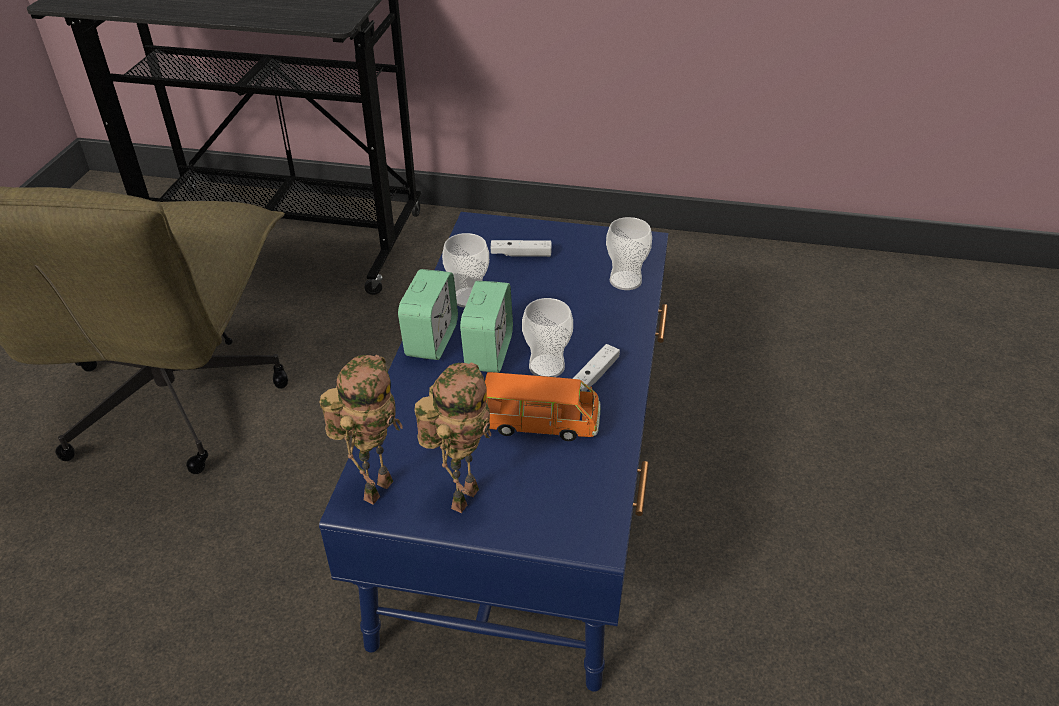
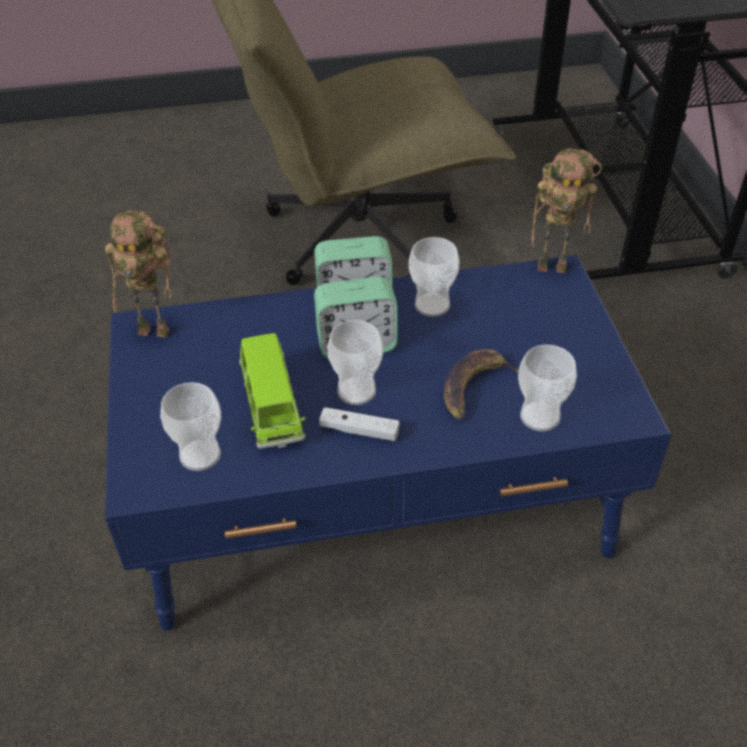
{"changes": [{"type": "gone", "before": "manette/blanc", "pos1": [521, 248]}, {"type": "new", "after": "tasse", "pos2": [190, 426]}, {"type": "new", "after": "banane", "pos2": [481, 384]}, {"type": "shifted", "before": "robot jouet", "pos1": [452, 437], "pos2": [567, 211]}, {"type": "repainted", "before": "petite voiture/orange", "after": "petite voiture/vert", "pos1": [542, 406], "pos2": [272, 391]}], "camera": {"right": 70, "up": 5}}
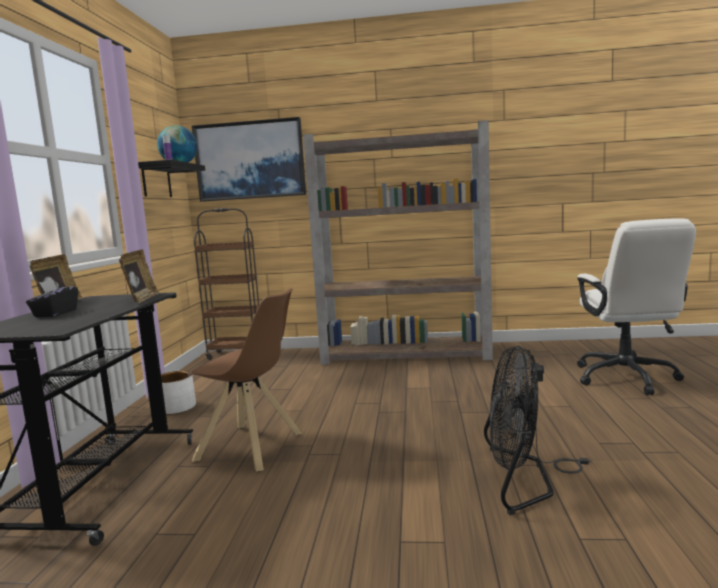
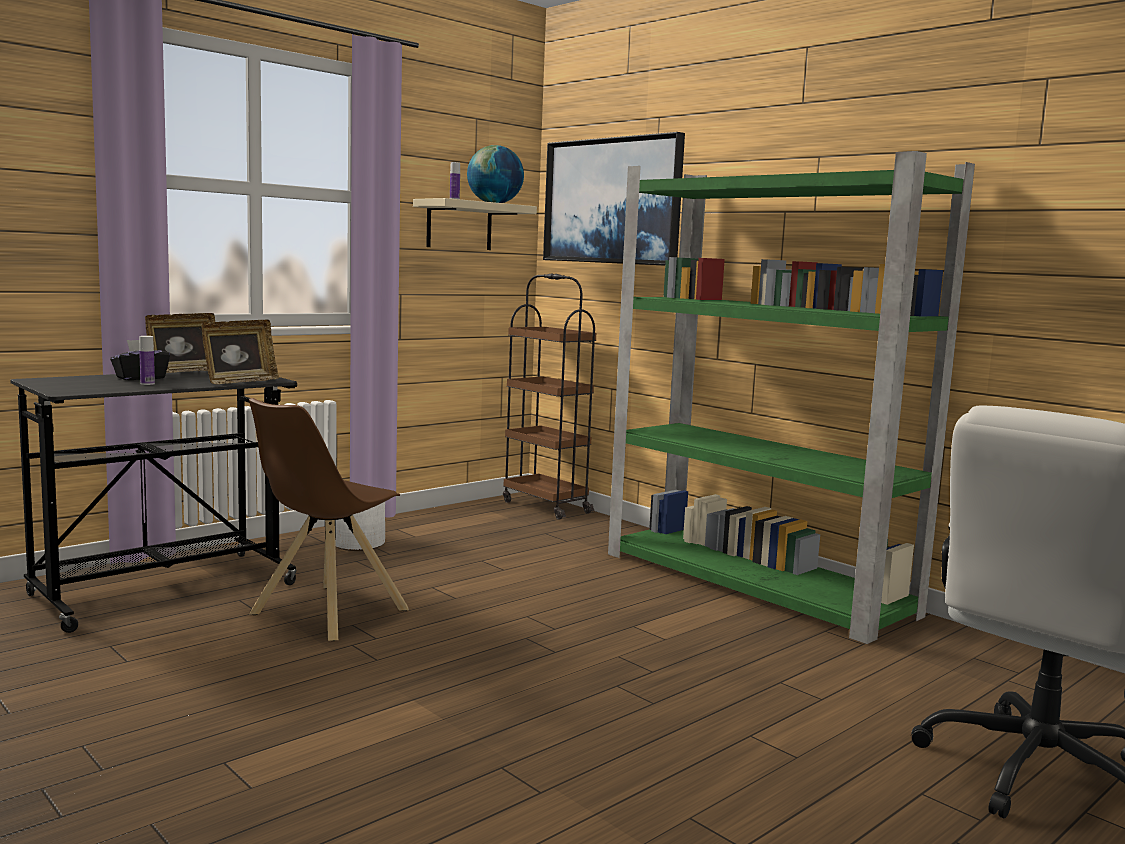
{"changes": [{"type": "gone", "before": "ventilateur/noir", "pos1": [537, 430]}, {"type": "new", "after": "bouteille", "pos2": [147, 360]}, {"type": "repainted", "before": "étagère/noir", "after": "étagère/beige", "pos1": [171, 178], "pos2": [475, 224]}, {"type": "repainted", "before": "bibliothèque/marron", "after": "bibliothèque/vert", "pos1": [398, 242], "pos2": [791, 397]}, {"type": "rotated", "before": "chaise/marron", "pos1": [245, 380], "pos2": [329, 519], "turn": 60}], "camera": {"right": 40, "up": 0}}
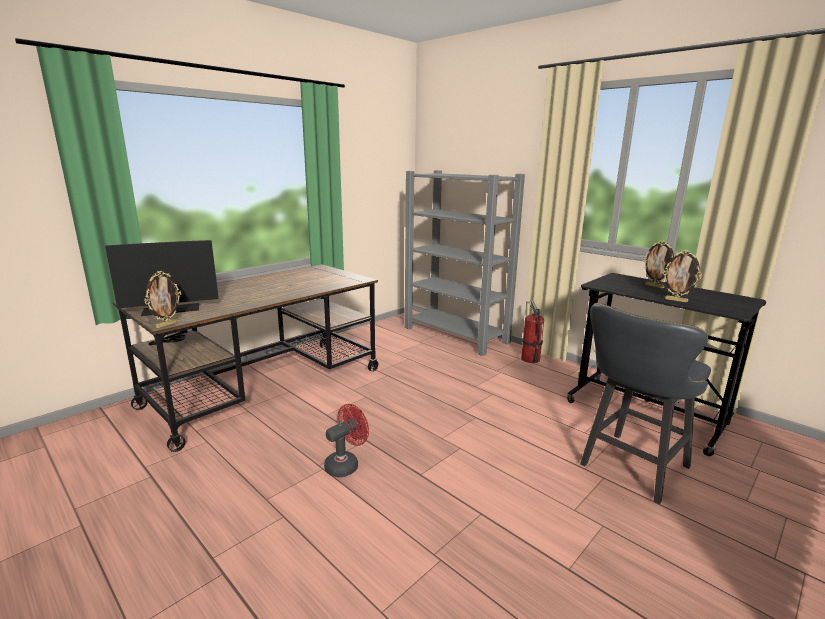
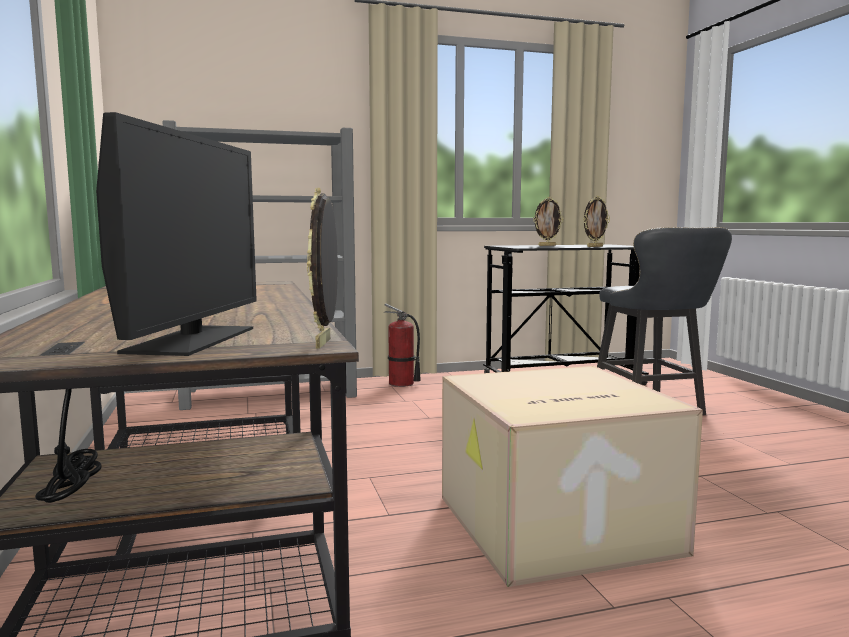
{"changes": [{"type": "swapped", "before": "ventilateur/rouge", "after": "carton", "pos1": [346, 440], "pos2": [572, 476]}, {"type": "rotated", "before": "cadre photo", "pos1": [162, 299], "pos2": [322, 268], "turn": -150}], "camera": {"right": -60, "up": -10}}
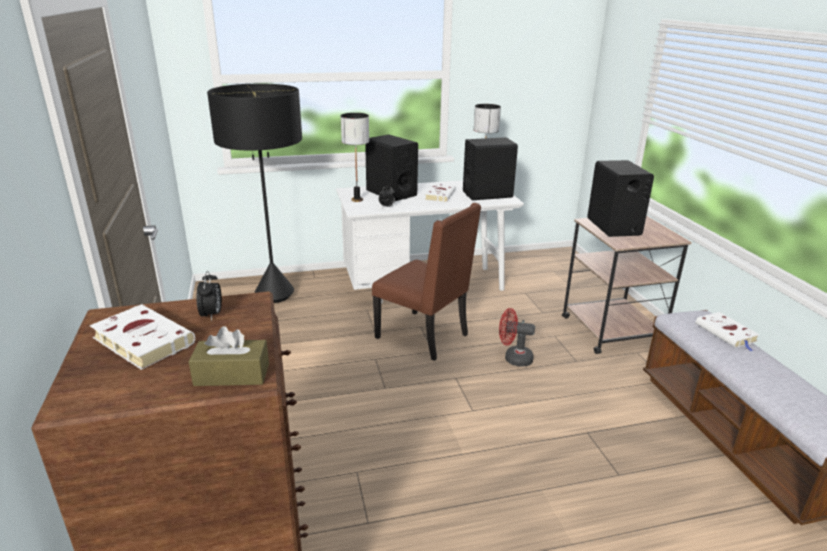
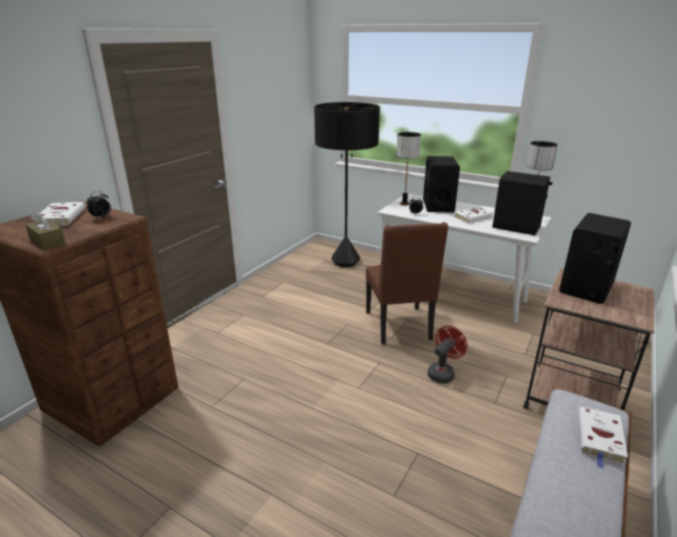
{"changes": [{"type": "rotated", "before": "ventilateur/rouge", "pos1": [517, 337], "pos2": [448, 355], "turn": 75}], "camera": {"right": 45, "up": 0}}
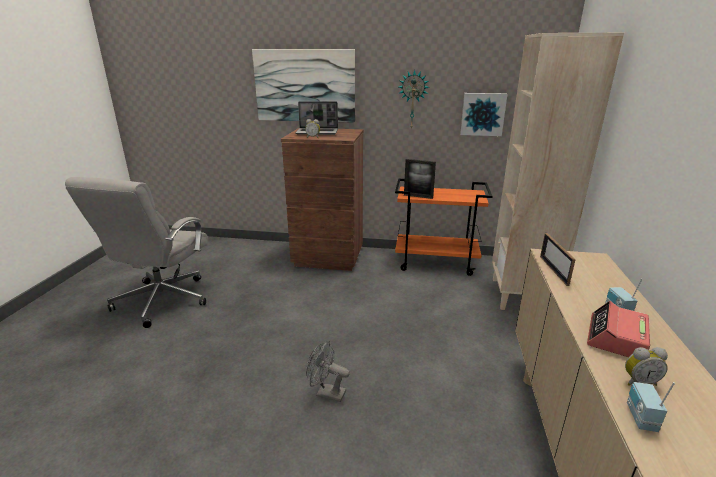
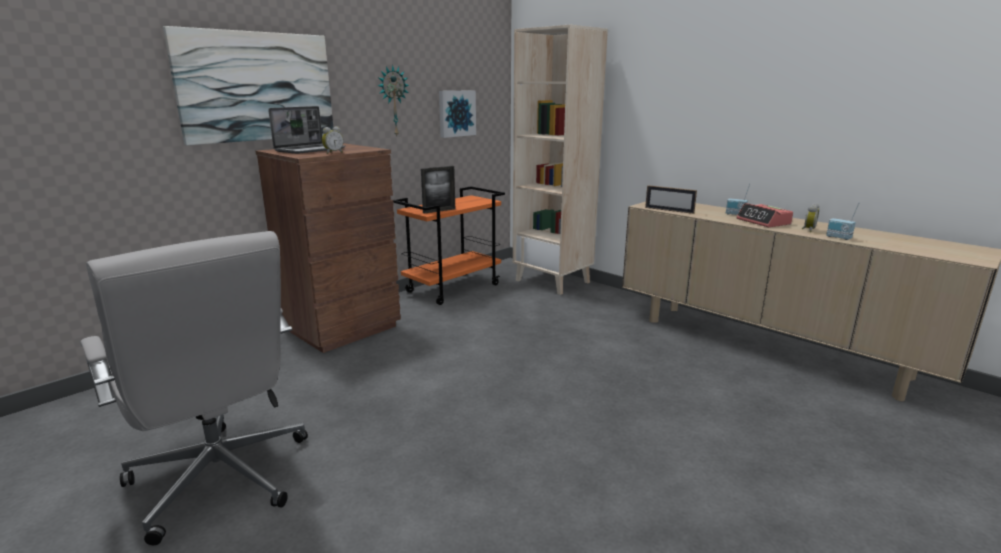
{"changes": [{"type": "gone", "before": "ventilateur/gris", "pos1": [328, 371]}], "camera": {"right": -55, "up": -5}}
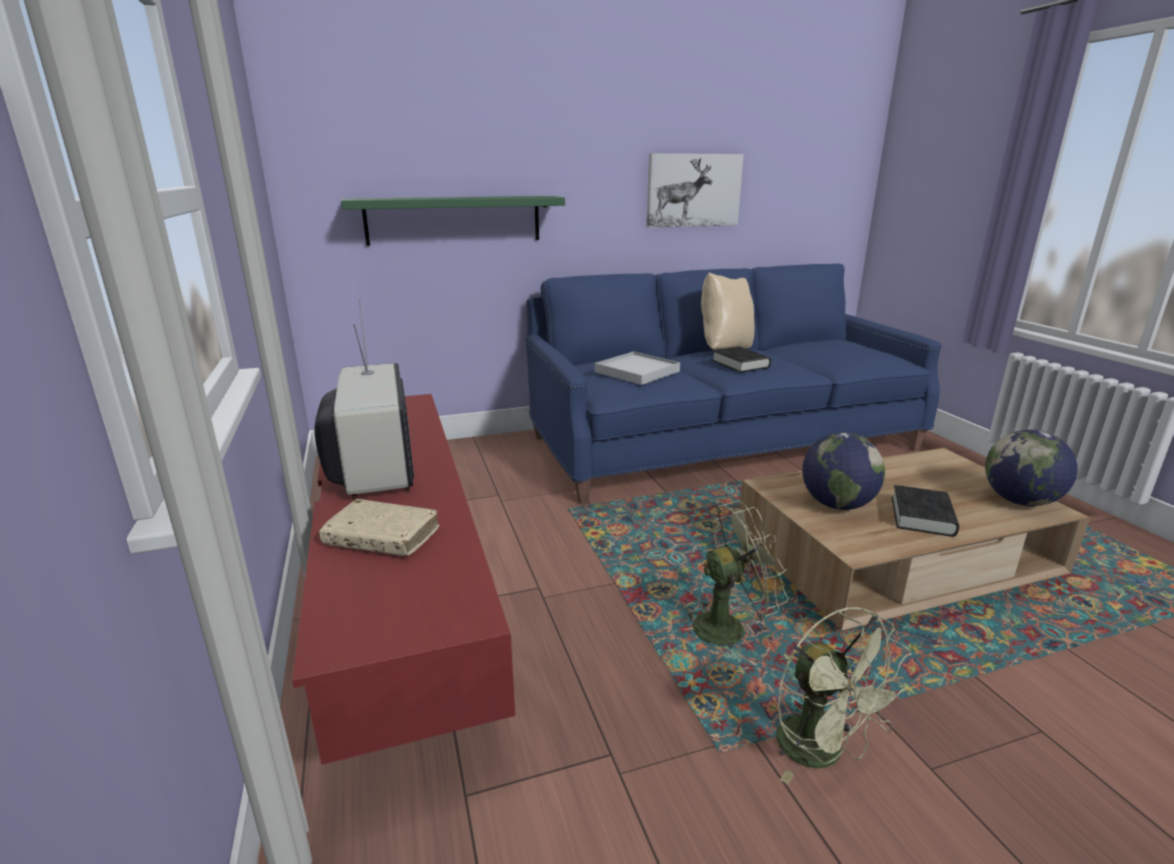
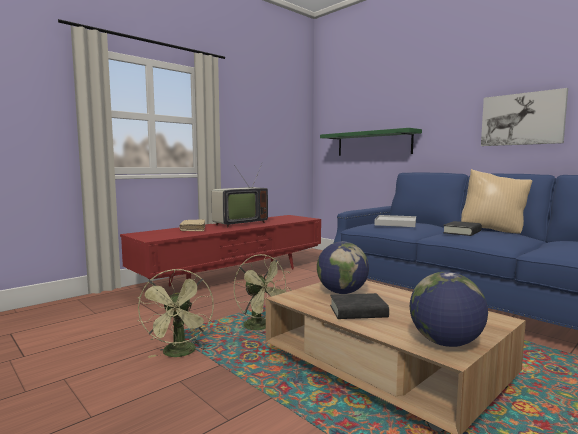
{"changes": [{"type": "rotated", "before": "ventilateur/vert", "pos1": [844, 695], "pos2": [175, 313], "turn": -45}], "camera": {"right": 65, "up": -15}}
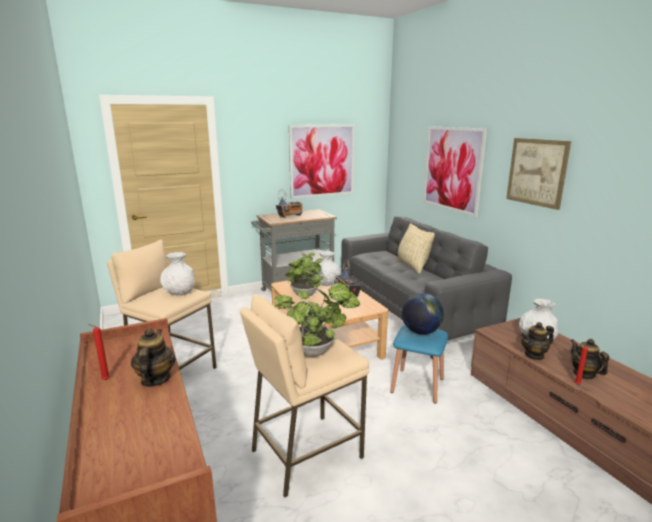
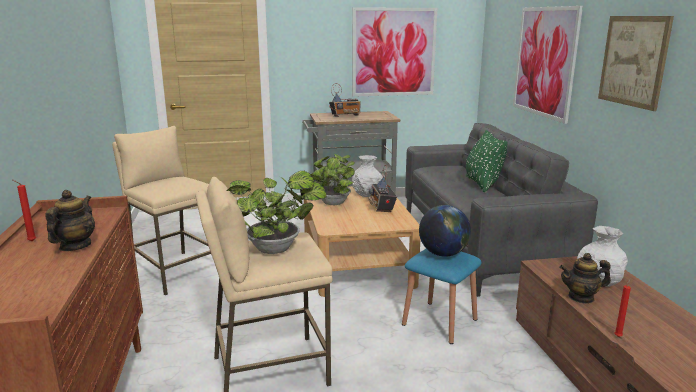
{"changes": [{"type": "gone", "before": "vase/blanc", "pos1": [177, 274]}, {"type": "gone", "before": "théière", "pos1": [589, 359]}, {"type": "repainted", "before": "coussin/beige", "after": "coussin/vert", "pos1": [415, 248], "pos2": [487, 161]}], "camera": {"right": 15, "up": 0}}
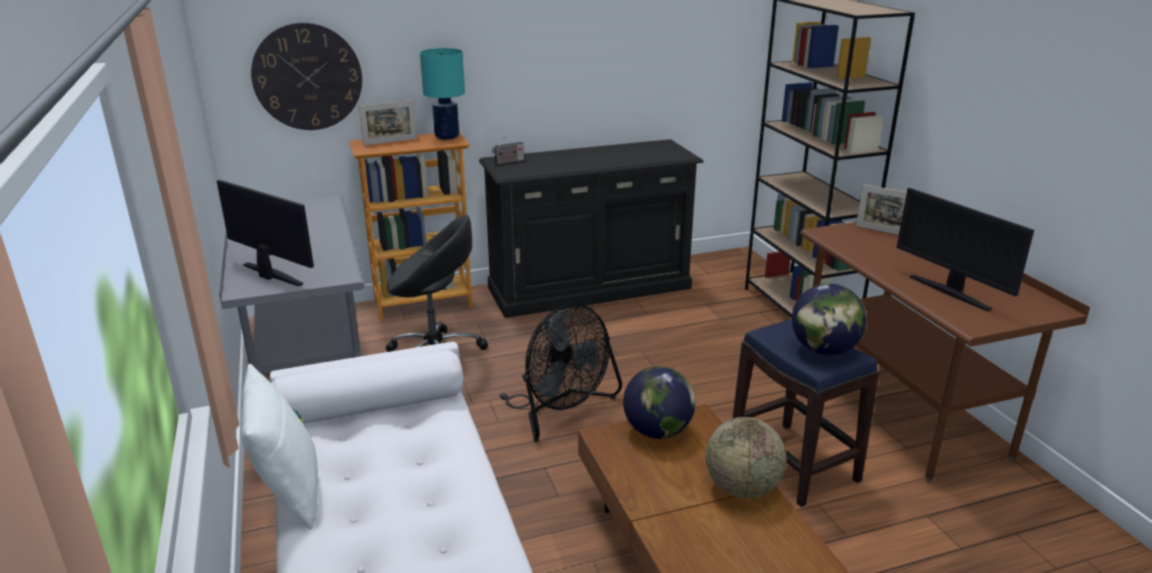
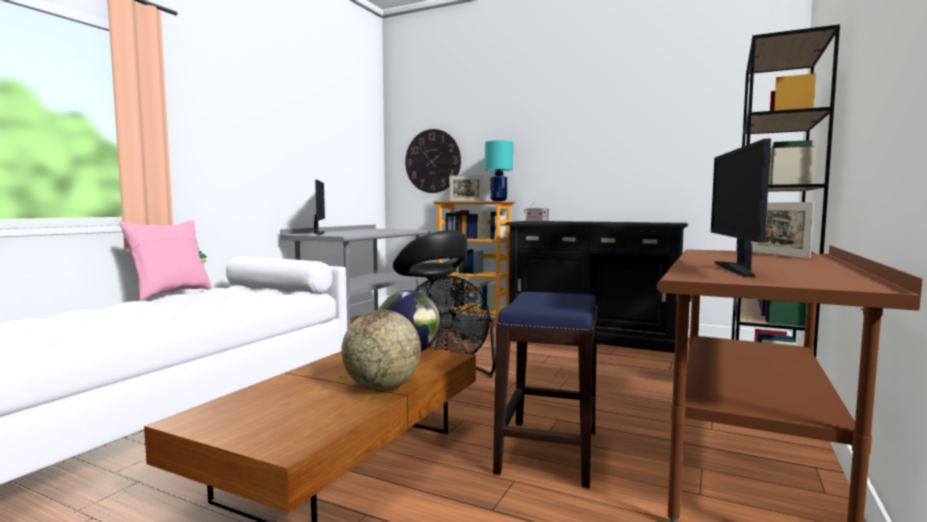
{"changes": [{"type": "gone", "before": "globe", "pos1": [829, 319]}, {"type": "repainted", "before": "coussin/blanc", "after": "coussin/rose", "pos1": [279, 446], "pos2": [165, 260]}], "camera": {"right": 45, "up": -20}}
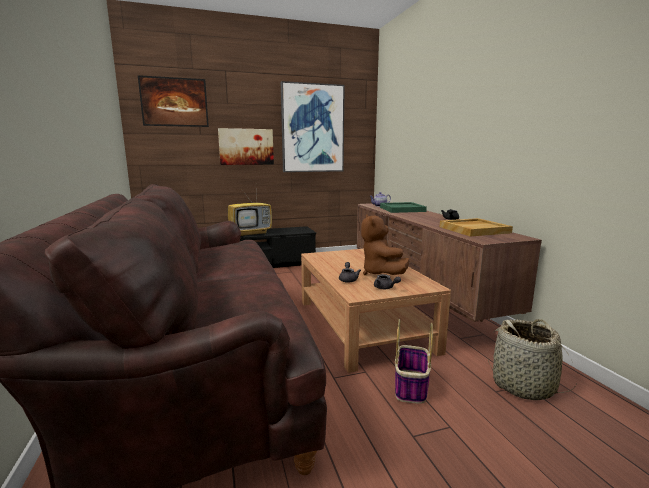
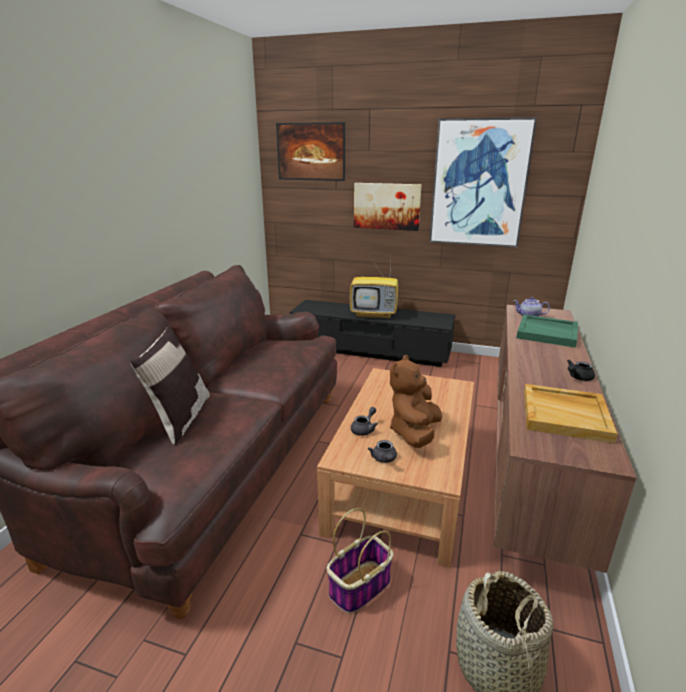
{"changes": [{"type": "new", "after": "coussin", "pos2": [170, 385]}], "camera": {"right": 35, "up": 10}}
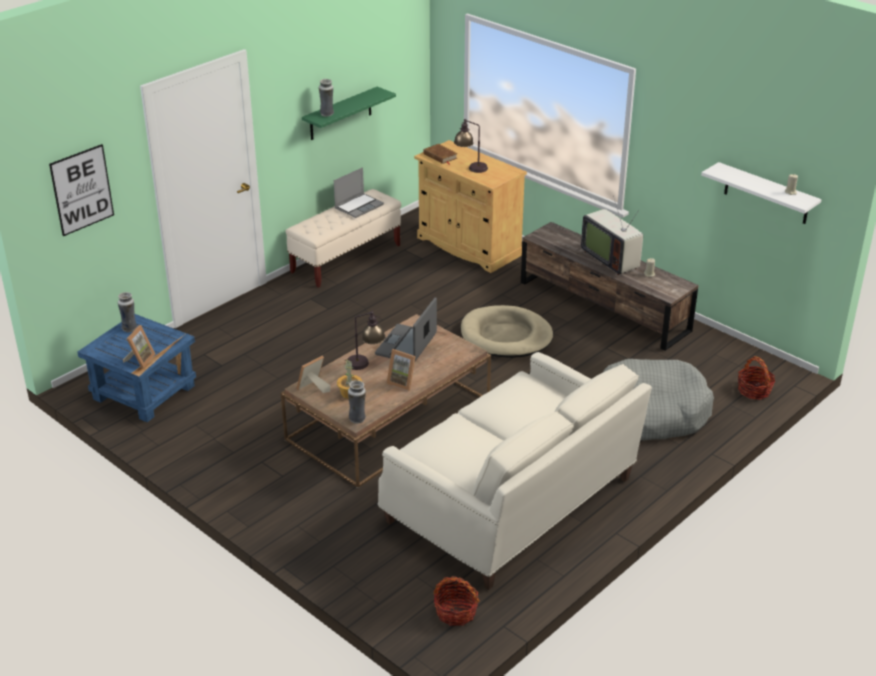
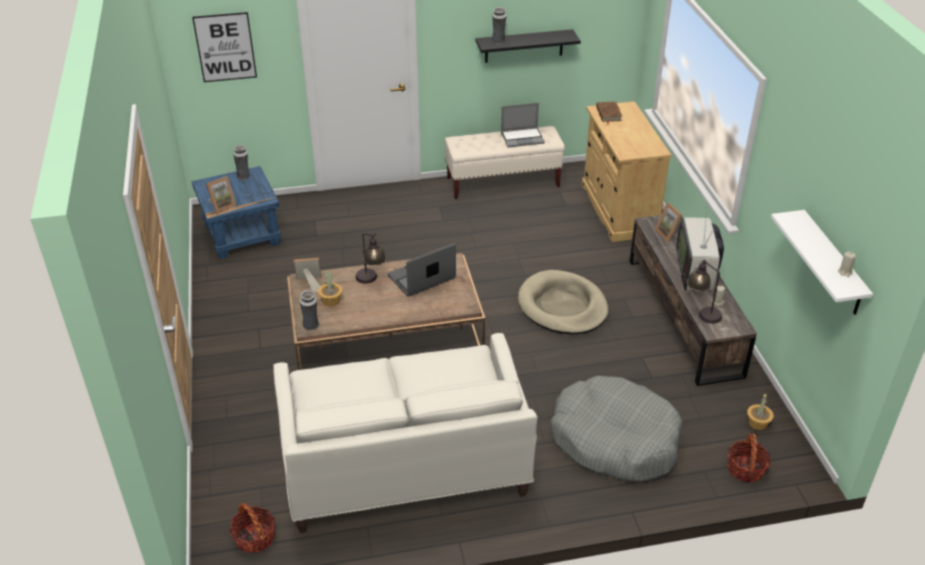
{"changes": [{"type": "new", "after": "plante en pot", "pos2": [760, 411]}, {"type": "shifted", "before": "cadre photo", "pos1": [401, 370], "pos2": [668, 222]}, {"type": "shifted", "before": "lampe de table", "pos1": [471, 146], "pos2": [704, 292]}, {"type": "repainted", "before": "étagère/vert", "after": "étagère/noir", "pos1": [349, 113], "pos2": [528, 46]}], "camera": {"right": 35, "up": 5}}
